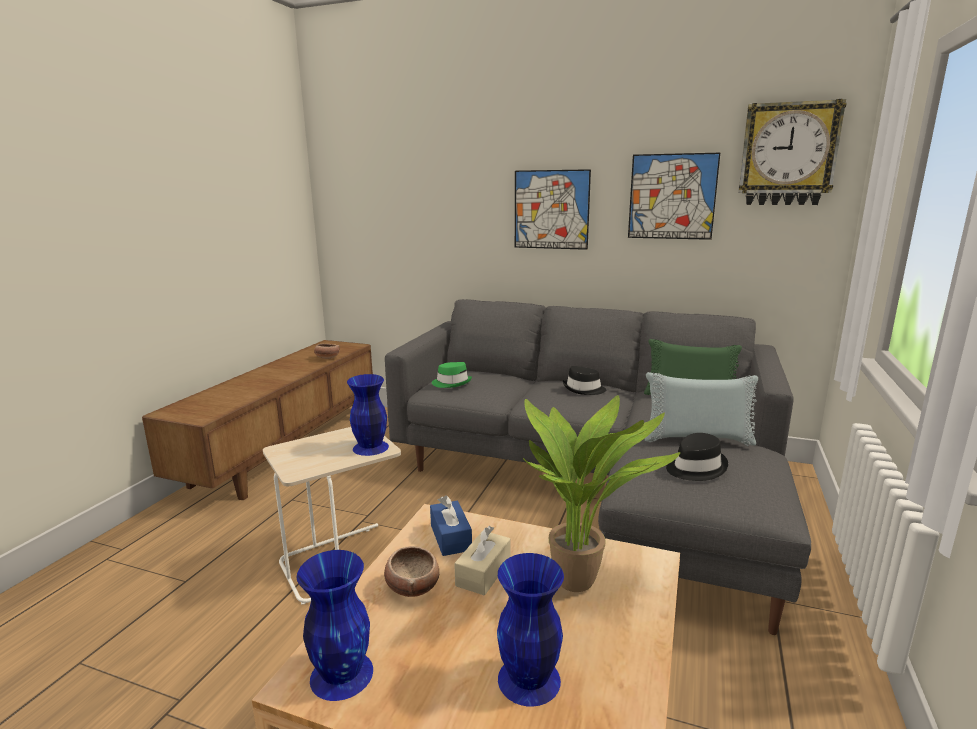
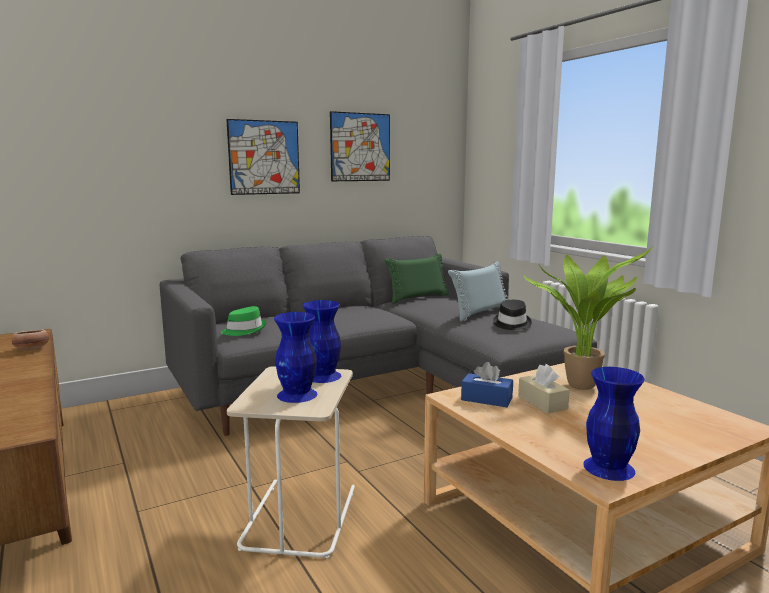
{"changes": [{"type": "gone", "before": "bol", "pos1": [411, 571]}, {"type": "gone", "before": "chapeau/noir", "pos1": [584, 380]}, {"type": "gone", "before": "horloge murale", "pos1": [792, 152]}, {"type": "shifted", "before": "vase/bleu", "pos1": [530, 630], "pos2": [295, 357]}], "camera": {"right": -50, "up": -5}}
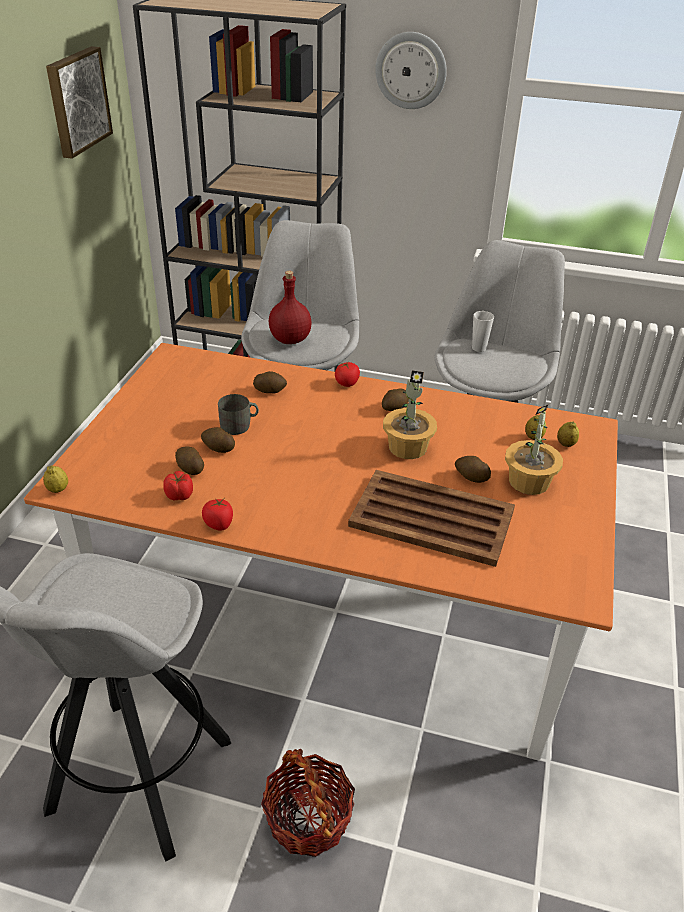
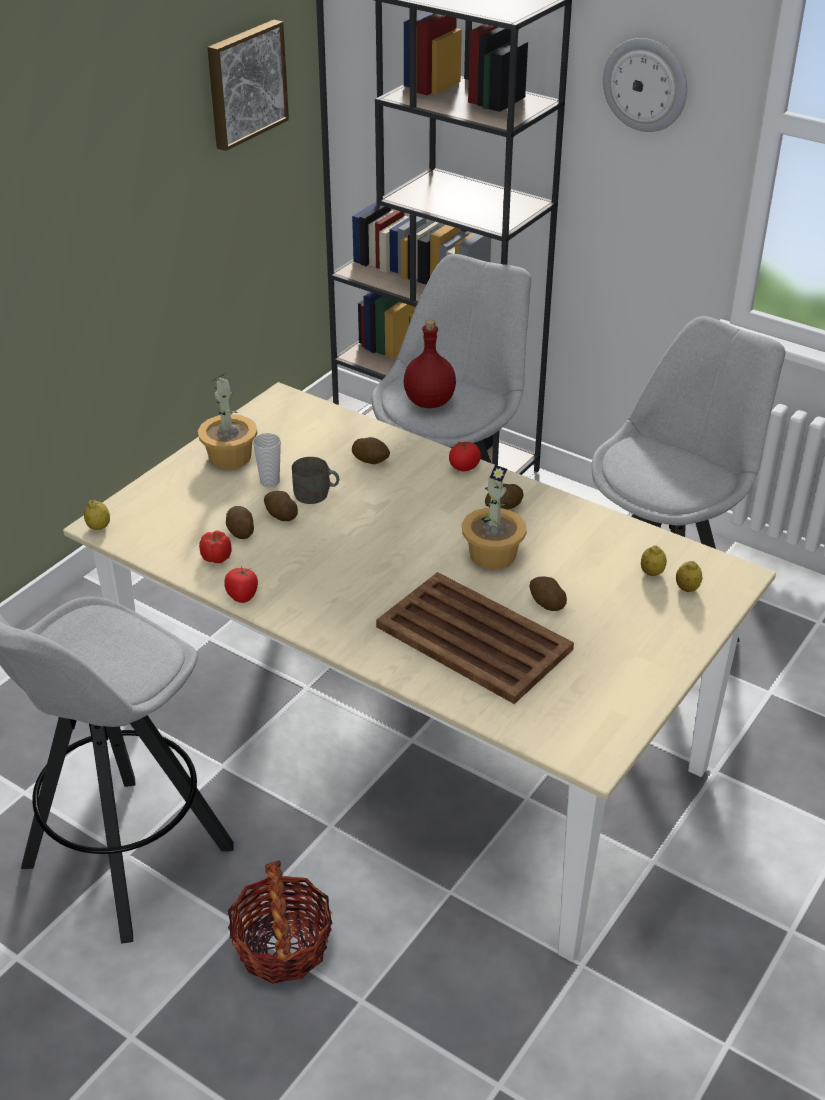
{"changes": [{"type": "shifted", "before": "tasse", "pos1": [483, 331], "pos2": [267, 460]}, {"type": "shifted", "before": "plante en pot", "pos1": [534, 449], "pos2": [227, 421]}, {"type": "repainted", "before": "table à manger/orange", "after": "table à manger/beige", "pos1": [321, 552], "pos2": [419, 672]}], "camera": {"right": 20, "up": 0}}
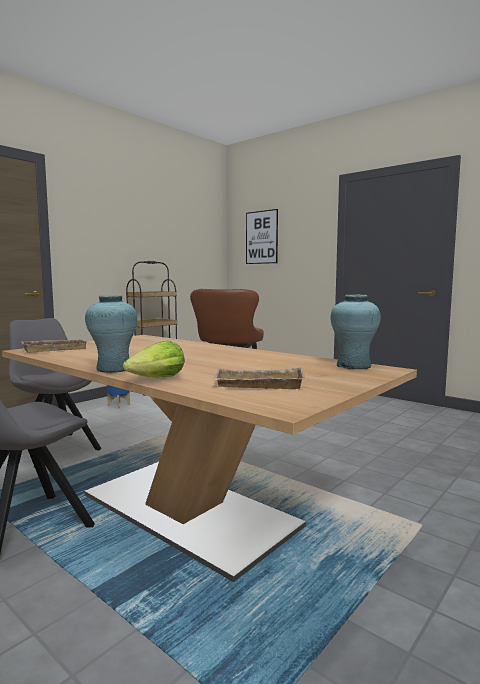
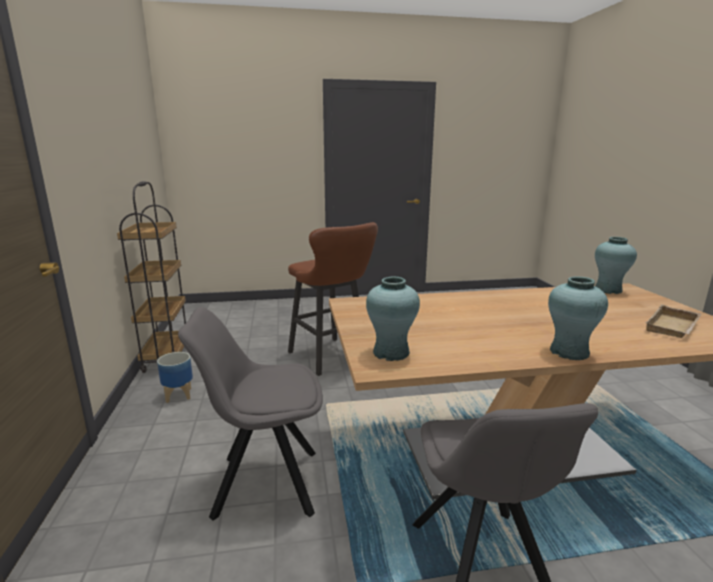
{"changes": [{"type": "gone", "before": "laitue", "pos1": [154, 358]}, {"type": "gone", "before": "tableau", "pos1": [262, 236]}, {"type": "swapped", "before": "plateau/beige", "after": "vase/turquoise", "pos1": [54, 346], "pos2": [393, 318]}], "camera": {"right": -50, "up": 10}}
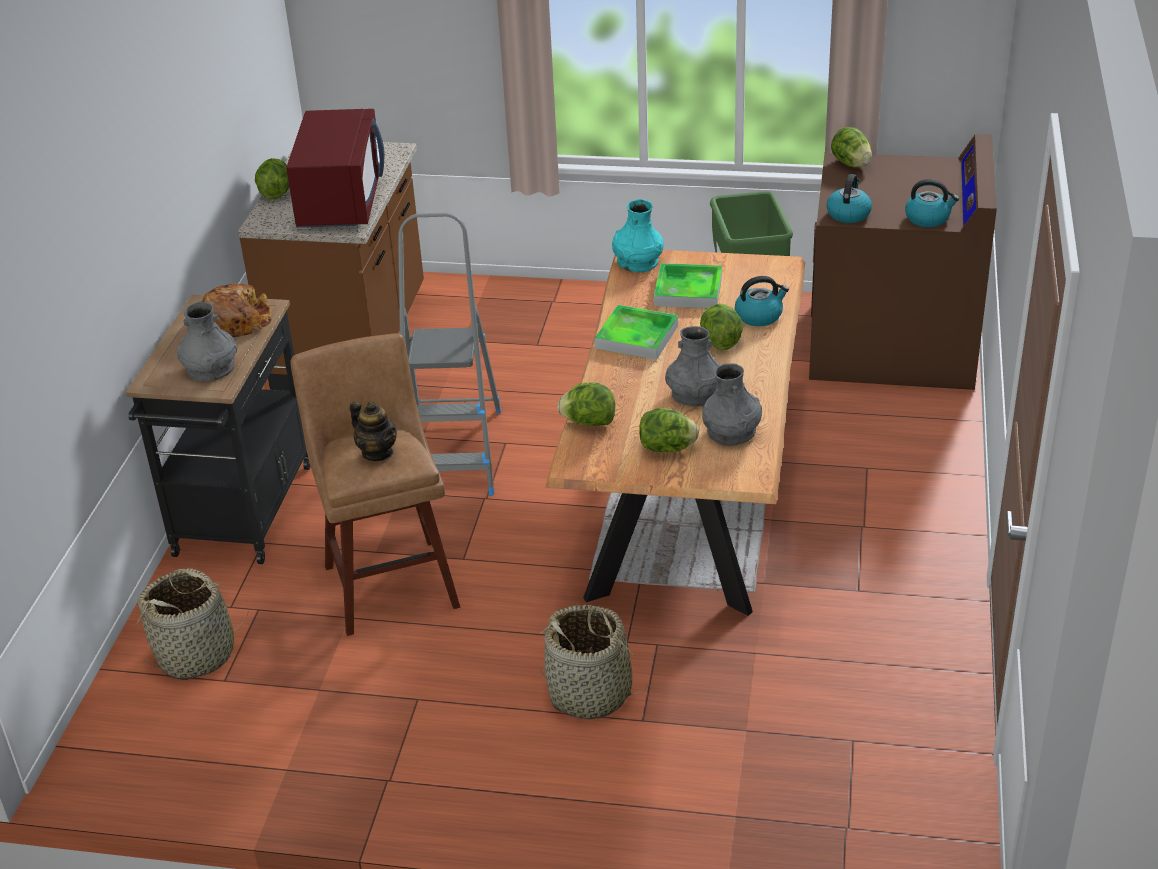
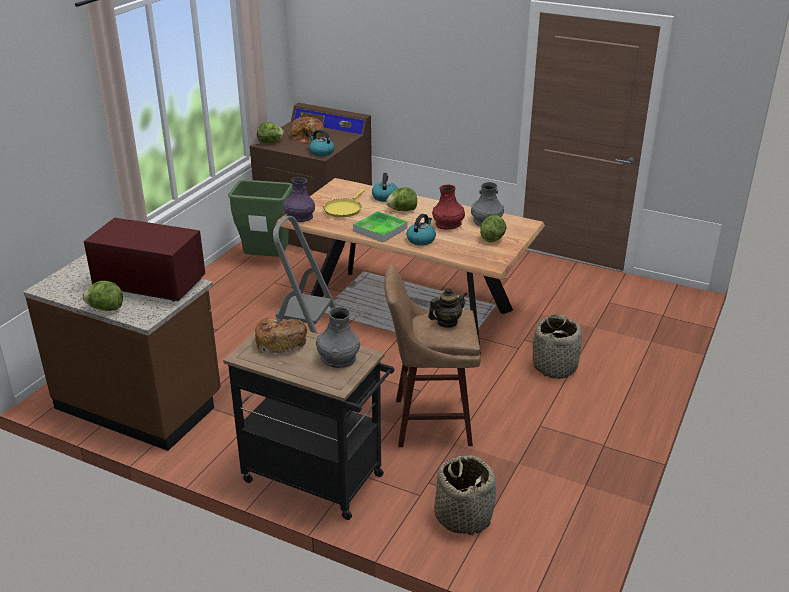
{"changes": [{"type": "gone", "before": "laitue", "pos1": [586, 404]}, {"type": "new", "after": "pain", "pos2": [307, 129]}, {"type": "shifted", "before": "bouilloire", "pos1": [932, 203], "pos2": [421, 230]}, {"type": "swapped", "before": "plateau", "after": "poêle/jaune", "pos1": [688, 285], "pos2": [344, 203]}, {"type": "repainted", "before": "vase/turquoise", "after": "vase/violet", "pos1": [637, 235], "pos2": [299, 199]}, {"type": "repainted", "before": "vase/gris", "after": "vase/rouge", "pos1": [692, 366], "pos2": [448, 207]}], "camera": {"right": -75, "up": -5}}
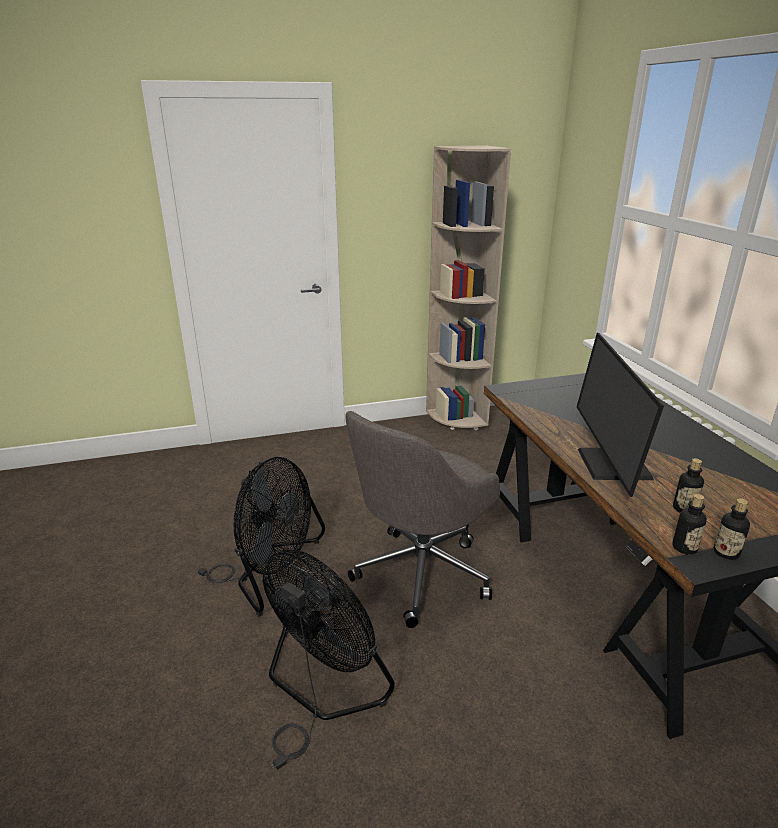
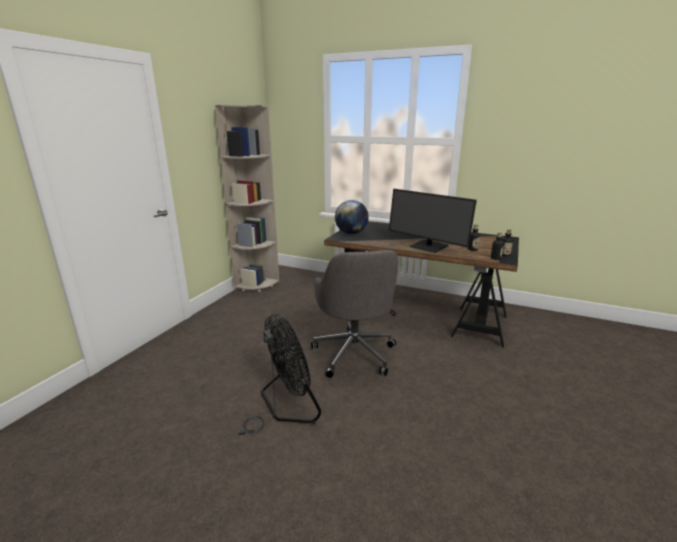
{"changes": [{"type": "gone", "before": "ventilateur/noir", "pos1": [328, 660]}, {"type": "new", "after": "globe", "pos2": [352, 217]}], "camera": {"right": -50, "up": -5}}
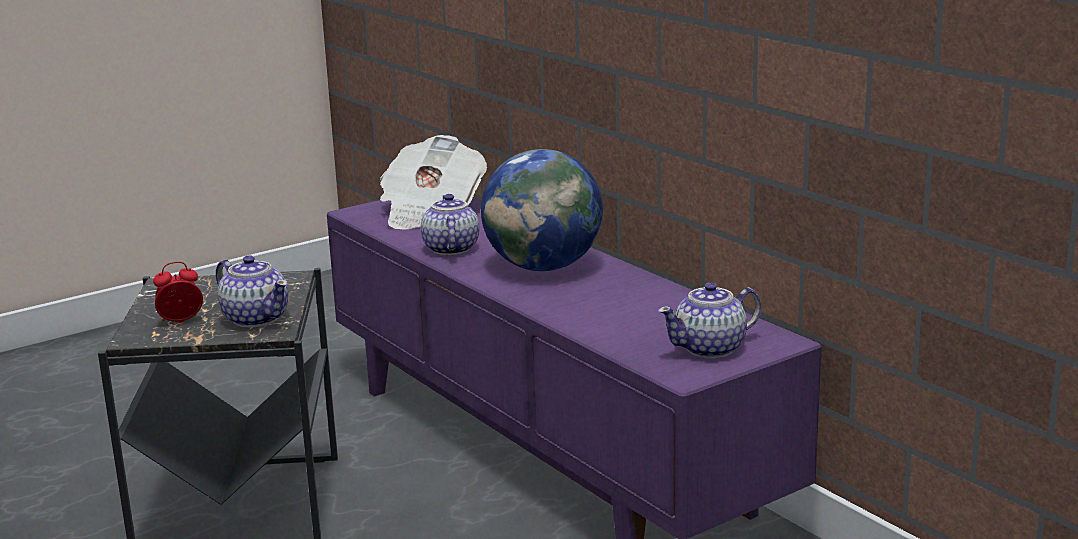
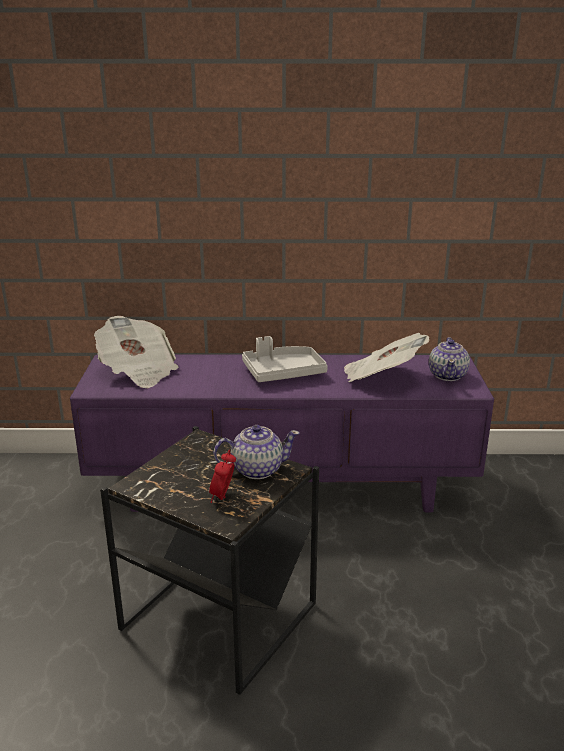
{"changes": [{"type": "gone", "before": "théière", "pos1": [450, 224]}, {"type": "new", "after": "journal", "pos2": [386, 357]}, {"type": "swapped", "before": "globe", "after": "plateau/gris", "pos1": [542, 210], "pos2": [285, 359]}], "camera": {"right": -55, "up": 5}}
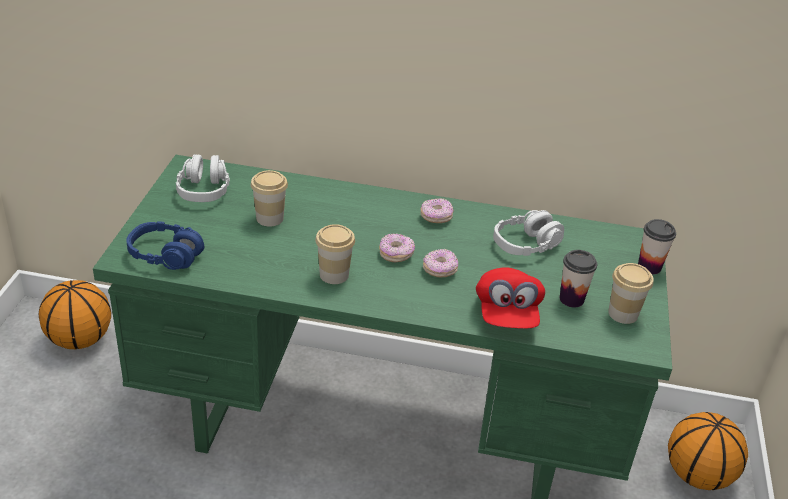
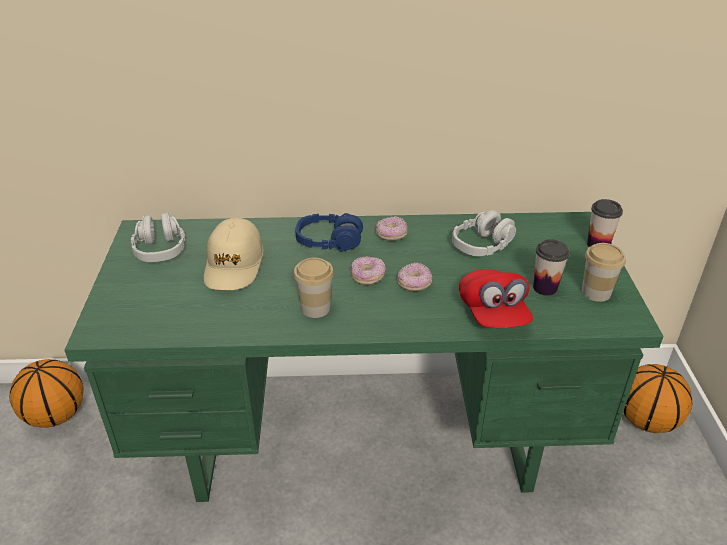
{"changes": [{"type": "shifted", "before": "casque audio/bleu", "pos1": [165, 245], "pos2": [329, 232]}, {"type": "swapped", "before": "tasse", "after": "casquette/beige", "pos1": [269, 198], "pos2": [233, 254]}], "camera": {"right": -10, "up": 0}}
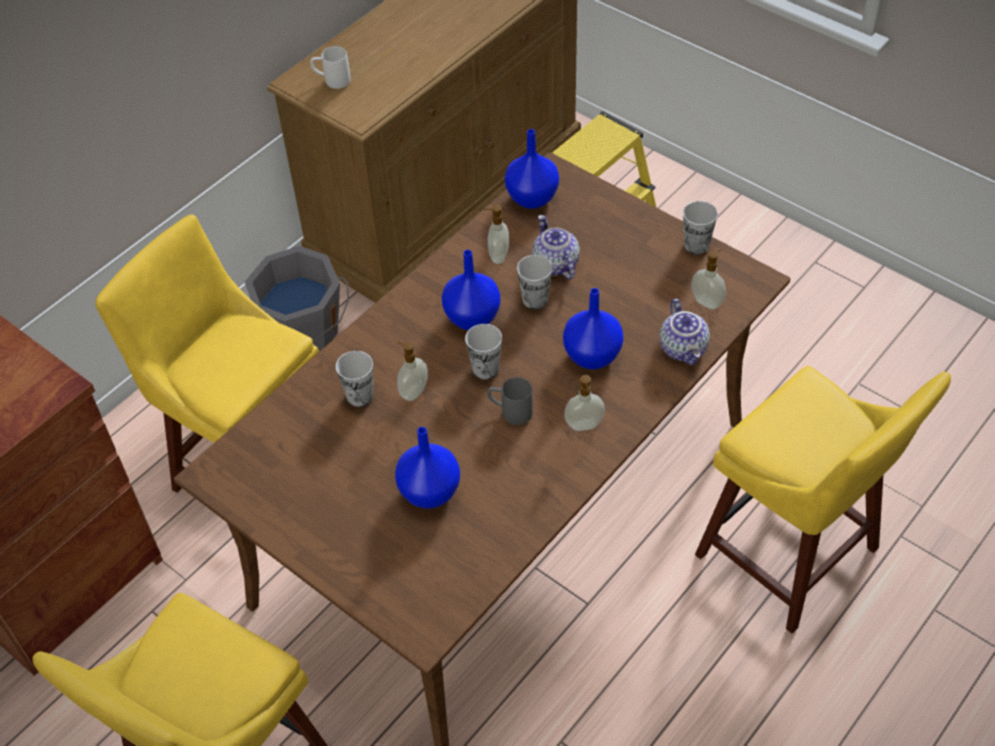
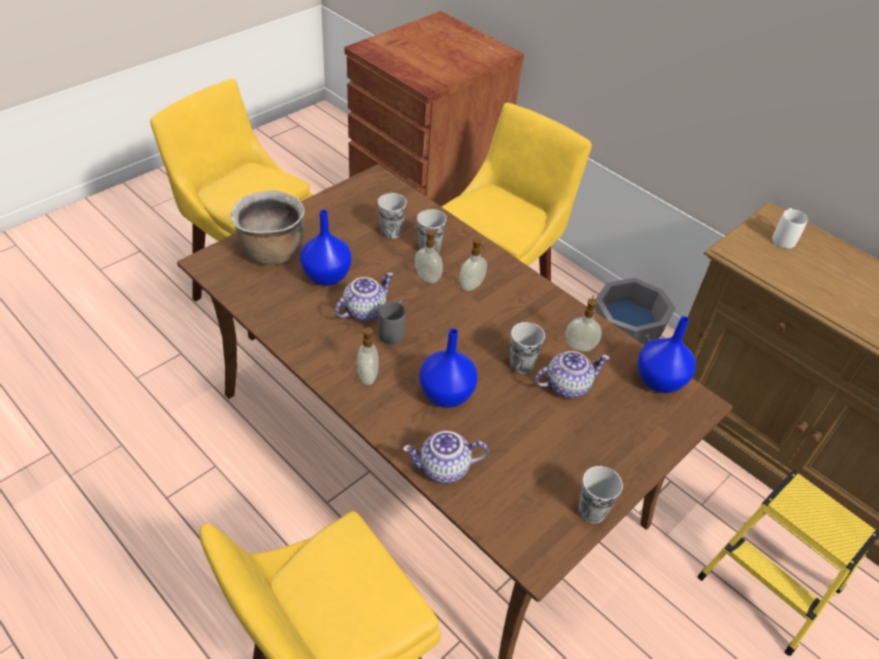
{"changes": [{"type": "gone", "before": "vase/bleu", "pos1": [471, 290]}, {"type": "new", "after": "marmite/marron", "pos2": [268, 227]}, {"type": "new", "after": "théière", "pos2": [364, 296]}, {"type": "shifted", "before": "tasse", "pos1": [483, 352], "pos2": [392, 216]}, {"type": "shifted", "before": "distributeur de savon", "pos1": [709, 279], "pos2": [473, 264]}], "camera": {"right": 90, "up": -5}}
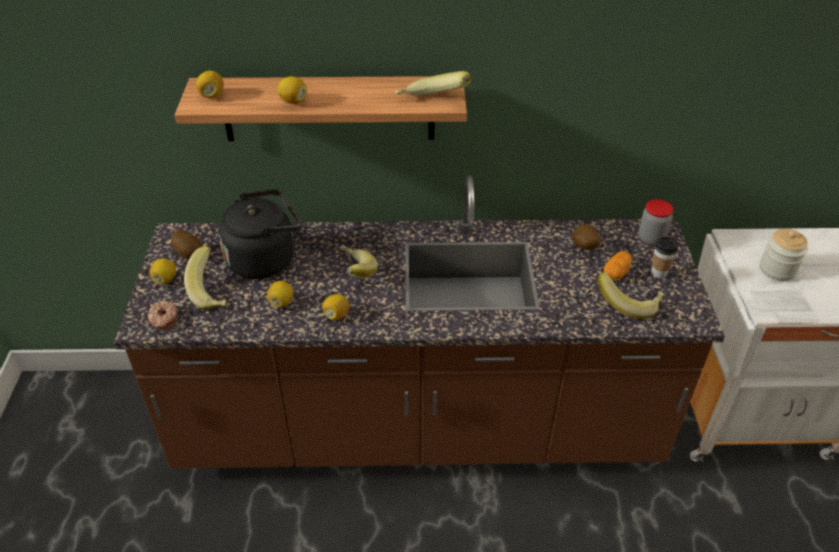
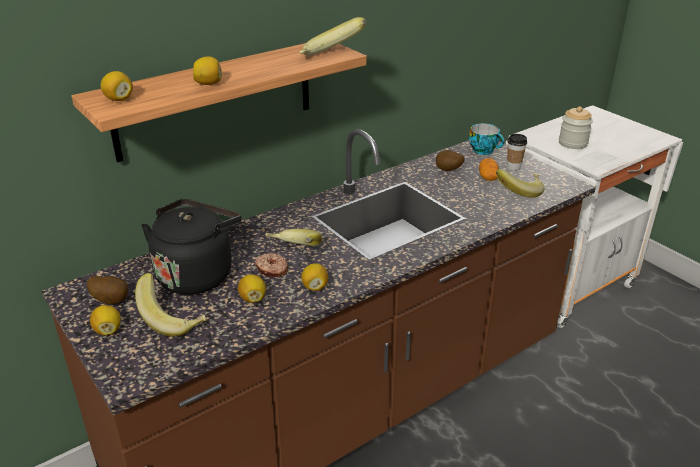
{"changes": [{"type": "shifted", "before": "beignet", "pos1": [163, 315], "pos2": [271, 265]}, {"type": "swapped", "before": "bocal", "after": "tasse", "pos1": [656, 222], "pos2": [486, 139]}], "camera": {"right": -35, "up": -10}}
